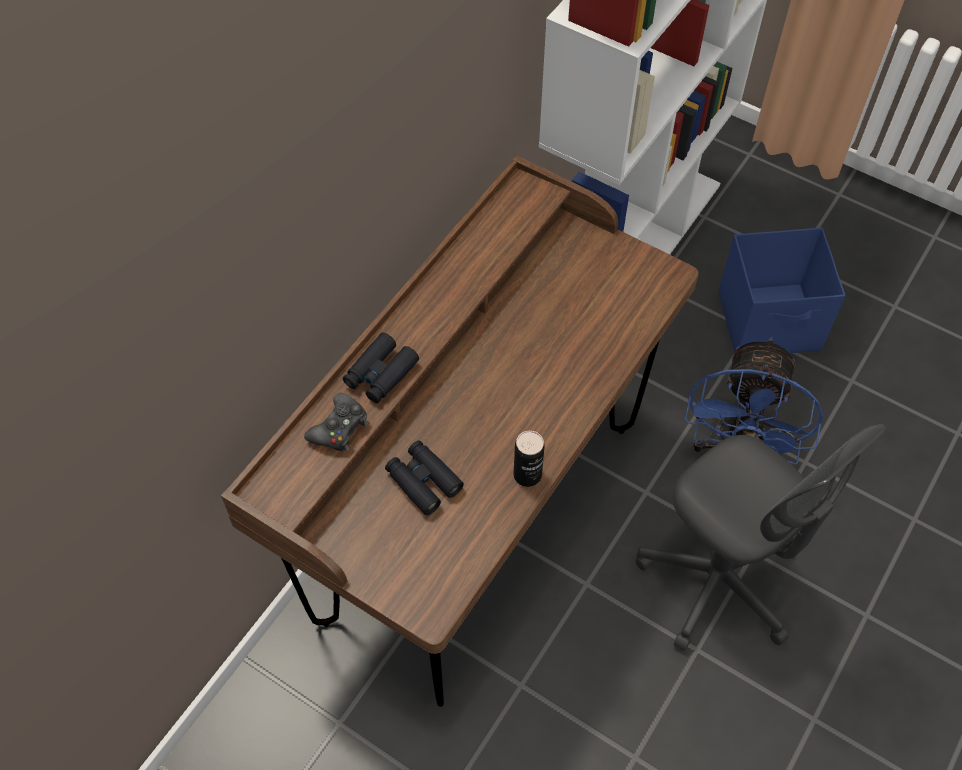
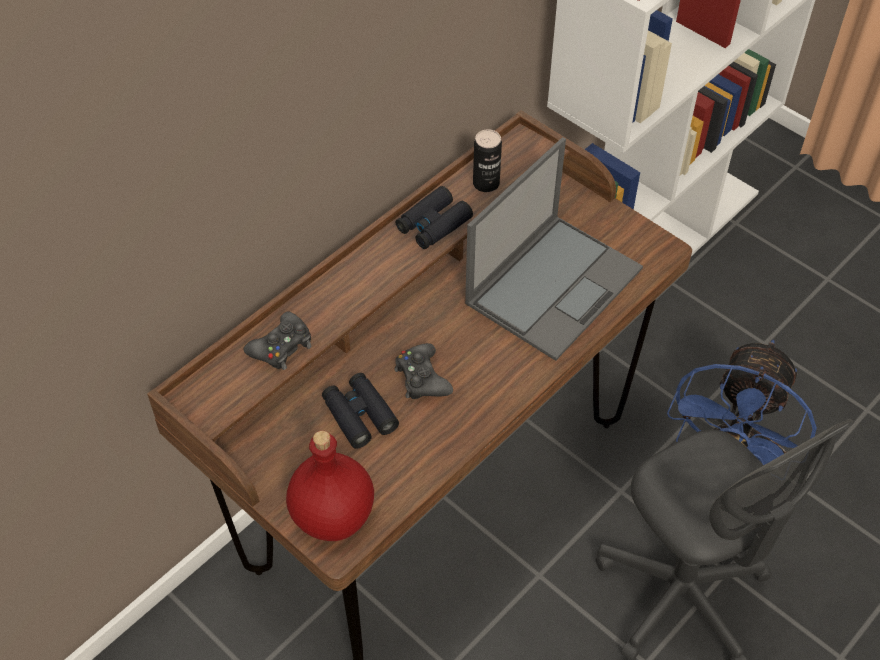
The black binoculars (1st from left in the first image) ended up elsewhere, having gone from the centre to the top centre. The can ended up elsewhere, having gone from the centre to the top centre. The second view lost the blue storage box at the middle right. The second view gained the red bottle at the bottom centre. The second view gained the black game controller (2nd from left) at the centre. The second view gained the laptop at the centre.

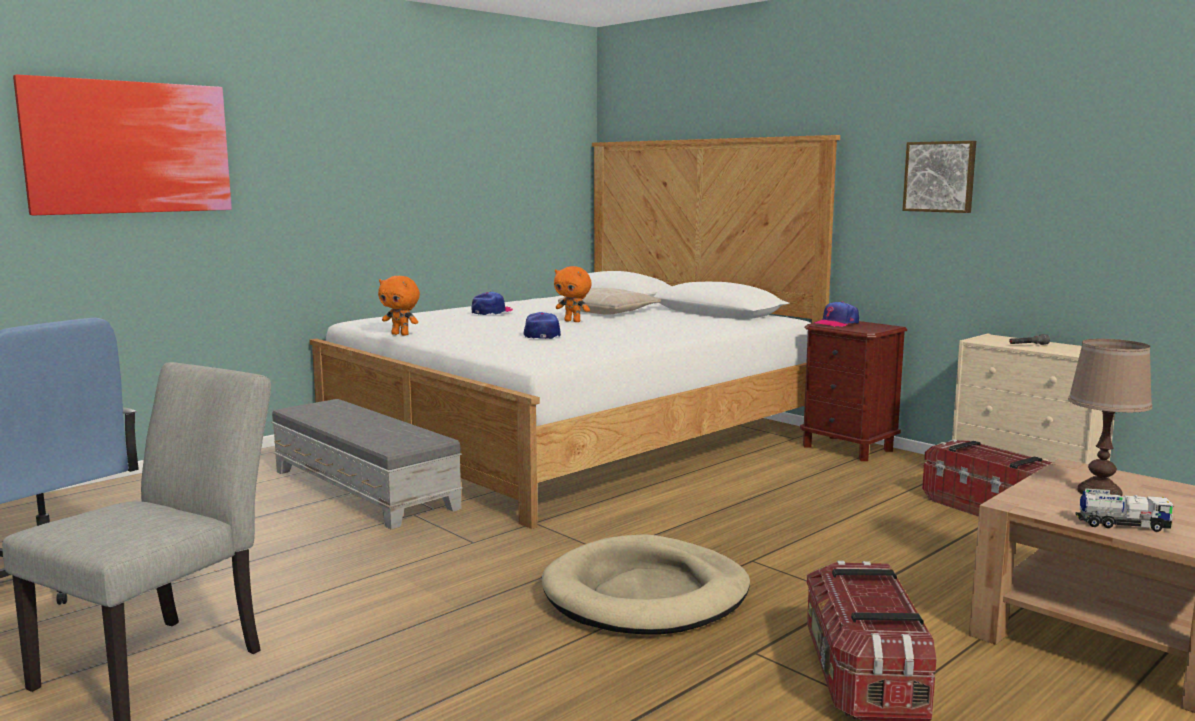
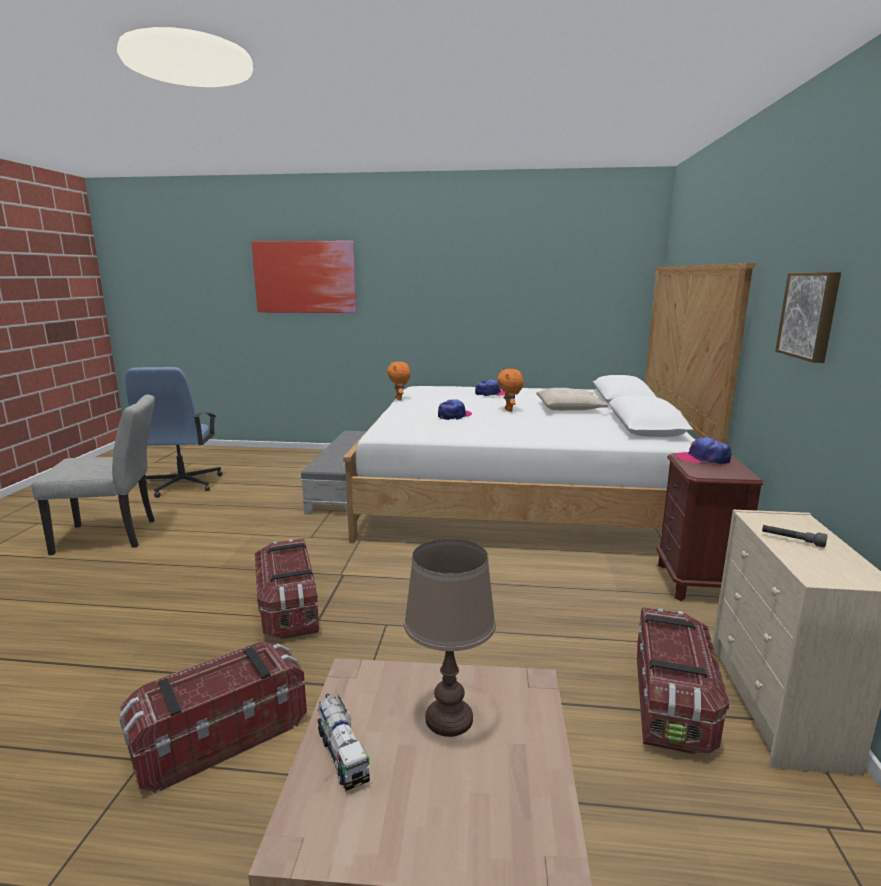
Where the beige dog bed stood at the bottom centre, the storage box (2nd from left) came to stand at the middle left.

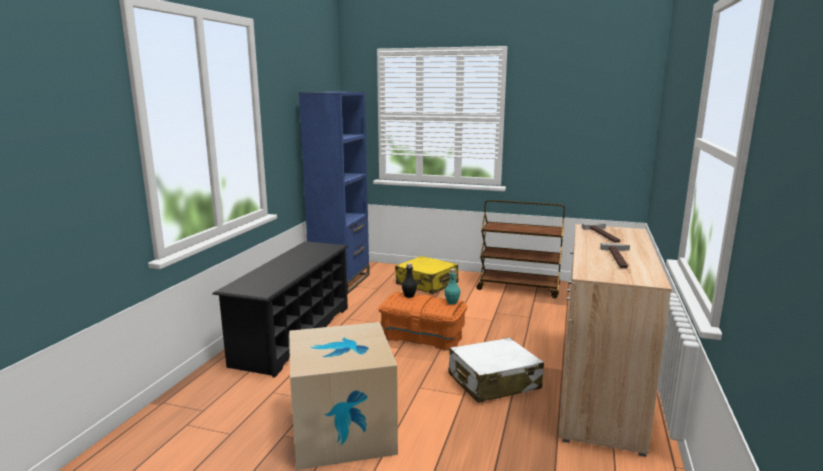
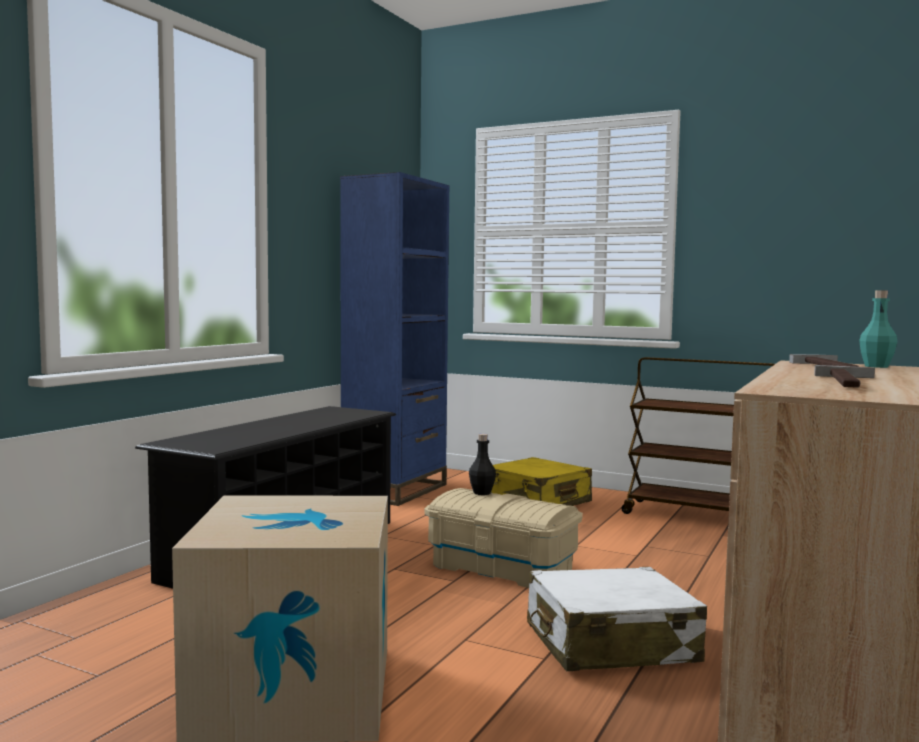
What was the orange storage box at the bottom centre turned into the beige storage box at the bottom centre. The turquoise bottle ended up elsewhere, having gone from the centre to the middle right.

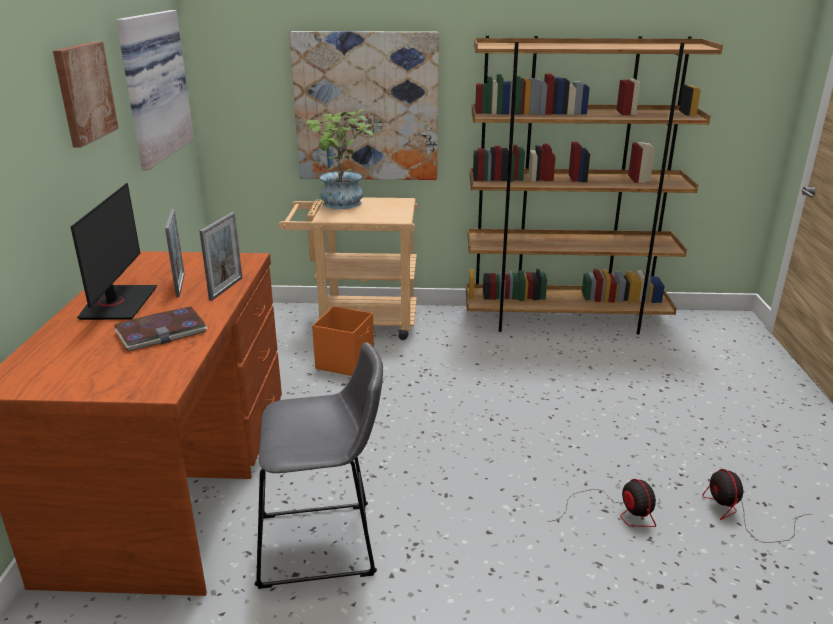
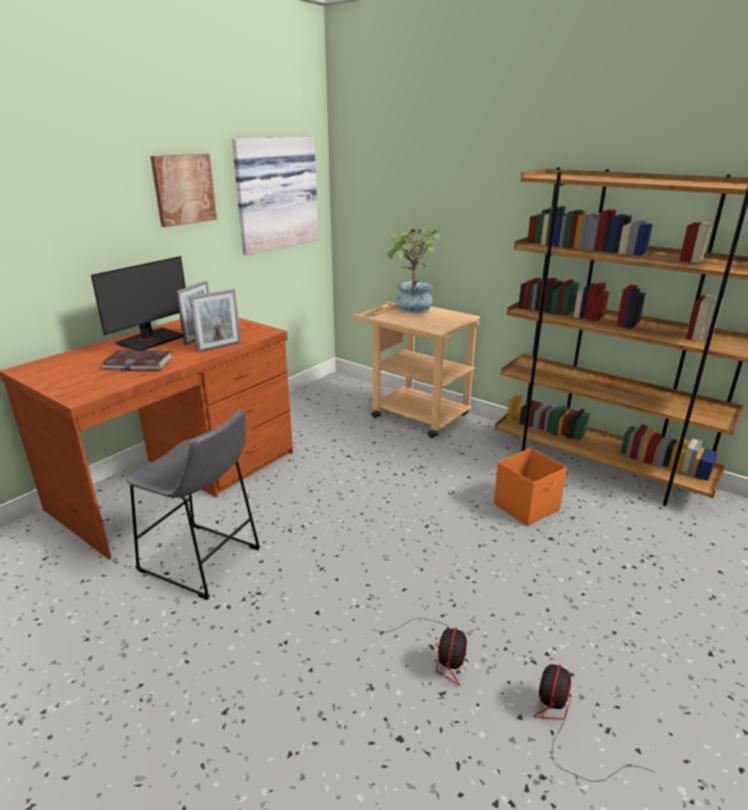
The second view lost the picture (3rd from left) at the top centre. The orange storage box ended up elsewhere, having gone from the centre to the middle right.

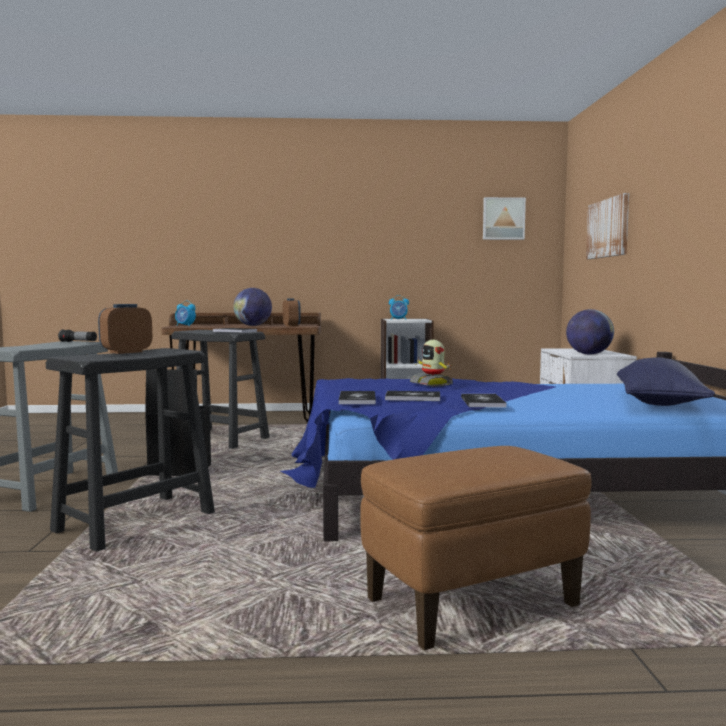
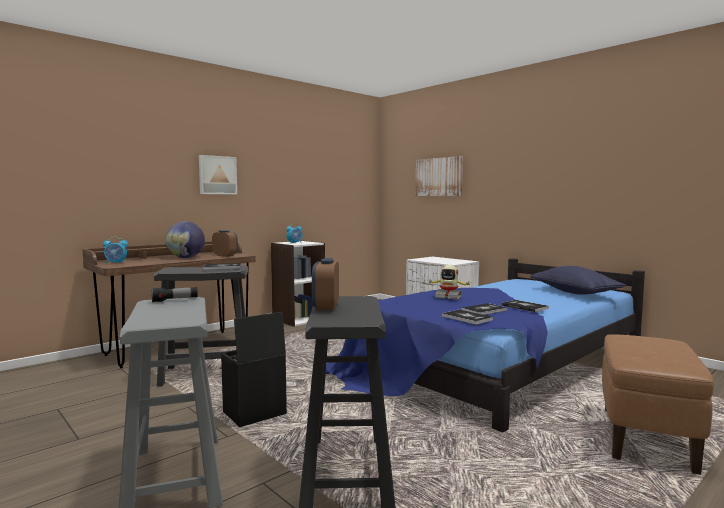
The picture (1st from left) ended up elsewhere, having gone from the top right to the middle left. The second view lost the globe (2nd from left) at the middle right.

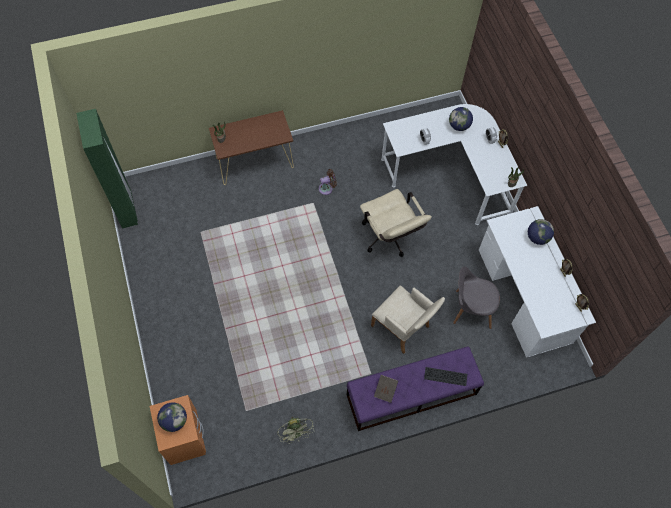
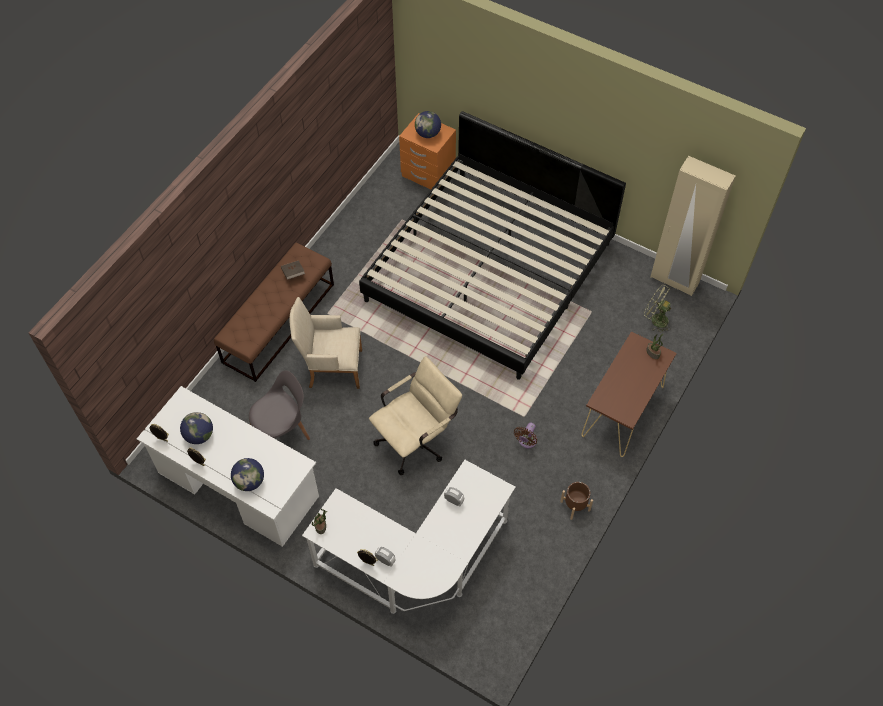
What was the green wardrobe at the top left turned into the beige wardrobe at the top right. The green fan ended up elsewhere, having gone from the bottom centre to the middle right. What was the purple bench at the bottom centre turned into the brown bench at the middle left. The beige office chair at the centre ended up facing another way, 120 degrees clockwise from before. The second view lost the keyboard at the bottom centre. The globe (2nd from left in the first image) ended up elsewhere, having gone from the top right to the middle left. The second view gained the bed at the centre. The second view gained the brown planter at the bottom centre.

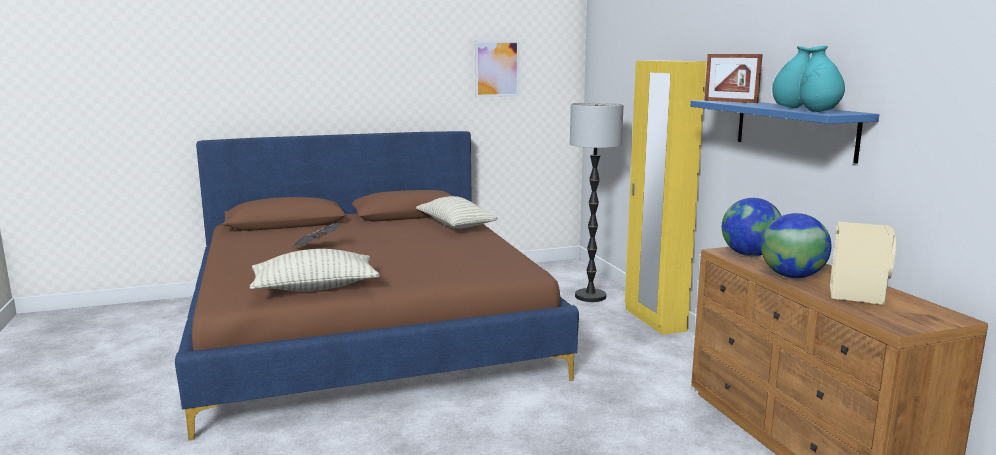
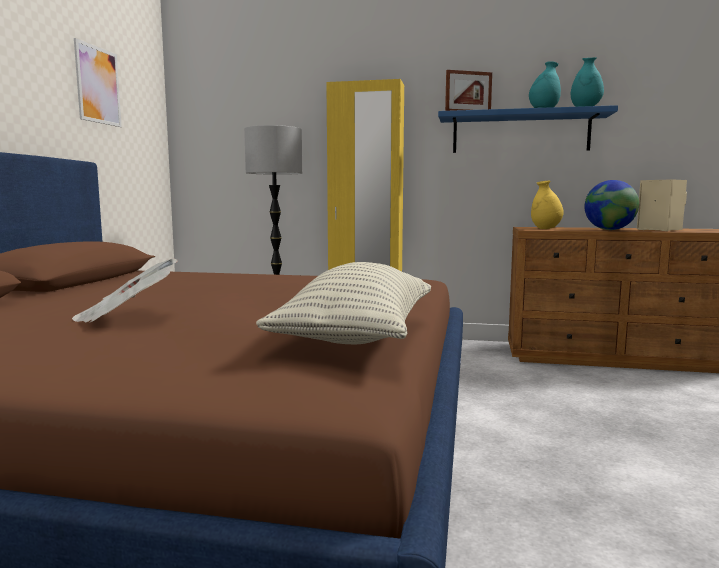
The second view lost the pillow (2nd from left) at the centre. Where the globe (1st from left) stood at the middle right, the yellow vase came to stand at the middle right.

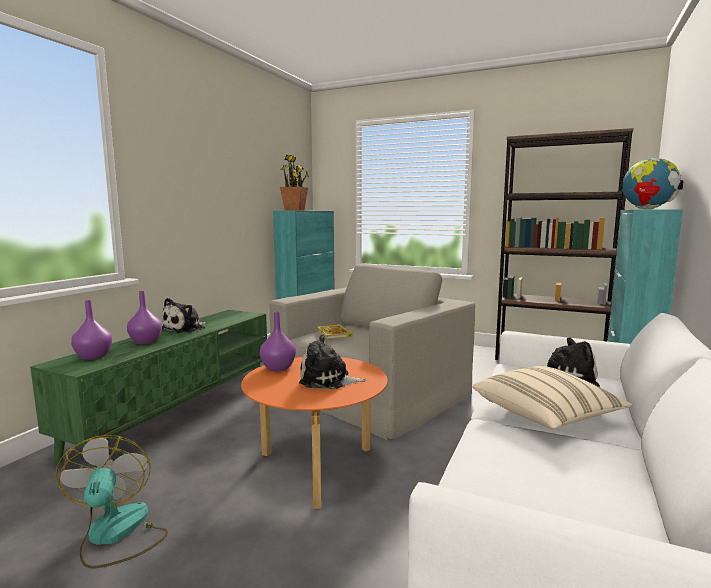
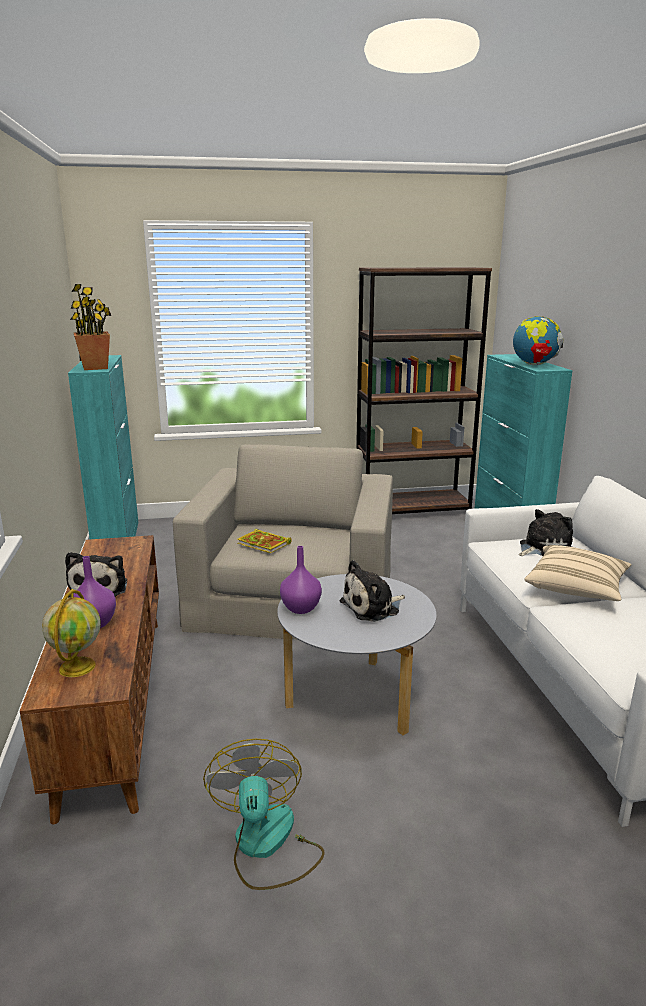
What was the green tv stand at the middle left turned into the brown tv stand at the bottom left. The fan at the bottom left ended up facing another way, 45 degrees clockwise from before. Where the purple vase (1st from left) stood at the middle left, the globe (1st from left) came to stand at the middle left. What was the orange coffee table at the bottom centre turned into the grey coffee table at the centre.

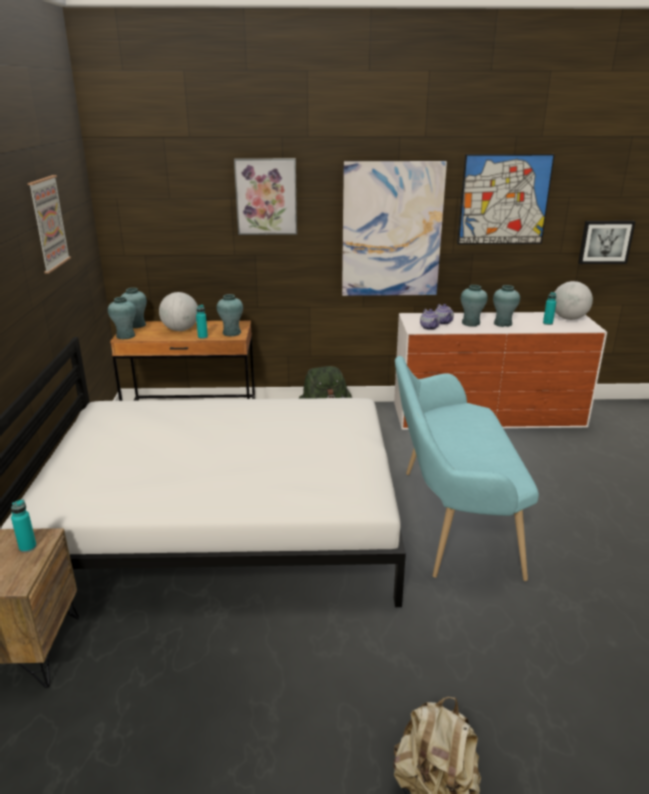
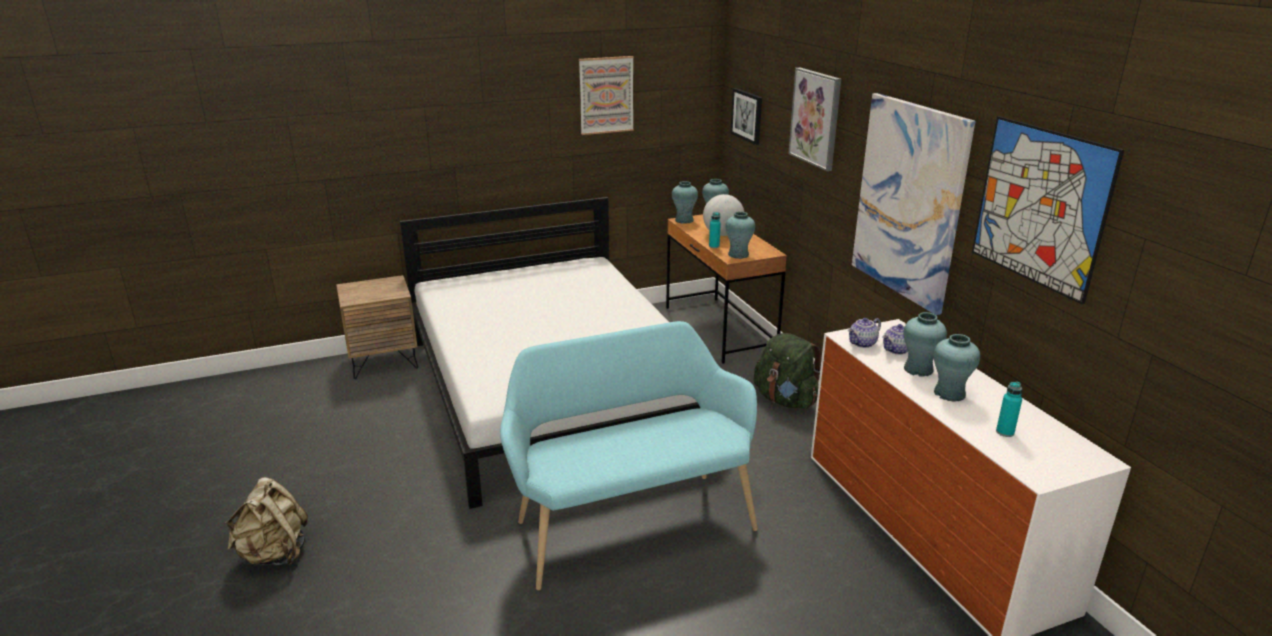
The second view lost the turquoise bottle (1st from left) at the middle left. The second view lost the globe (2nd from left) at the middle right. The picture (5th from left in the first image) ended up elsewhere, having gone from the top right to the top centre.

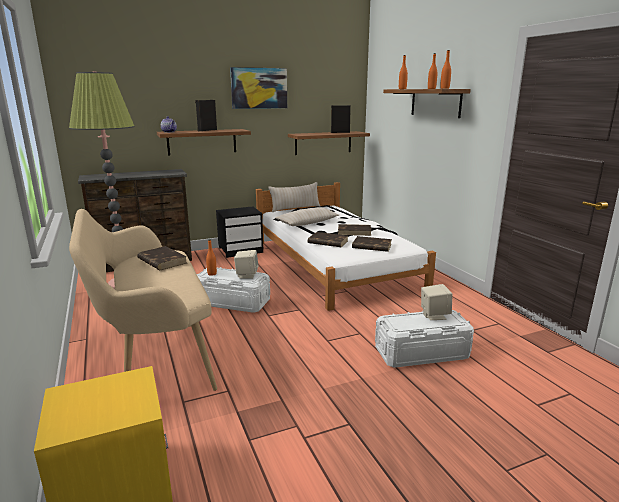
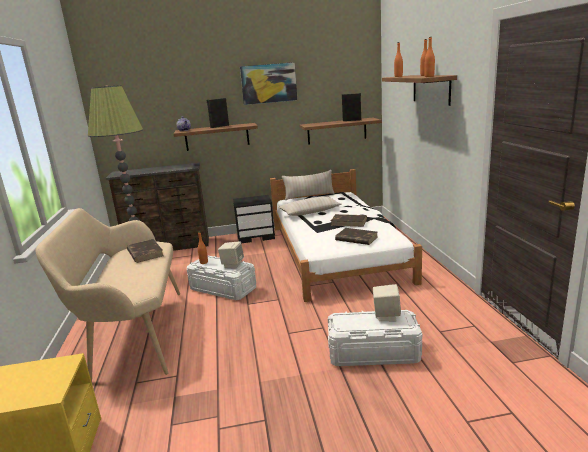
The second view lost the brown book (2nd from left) at the centre.

